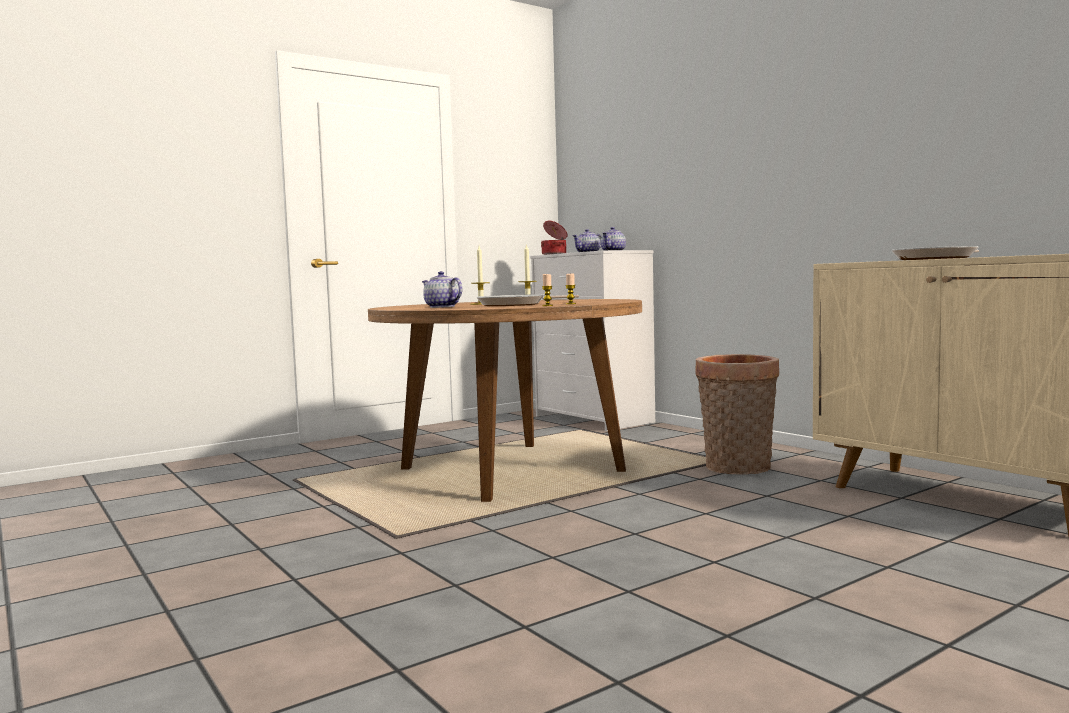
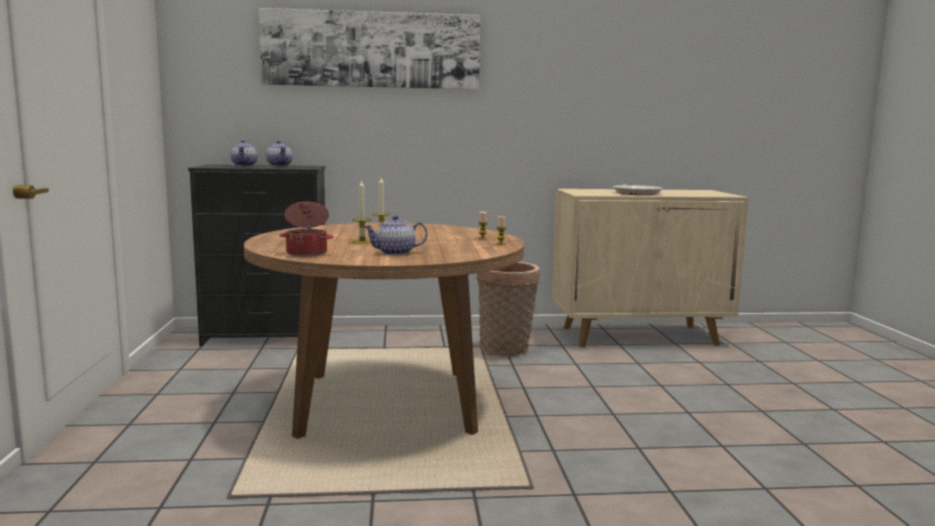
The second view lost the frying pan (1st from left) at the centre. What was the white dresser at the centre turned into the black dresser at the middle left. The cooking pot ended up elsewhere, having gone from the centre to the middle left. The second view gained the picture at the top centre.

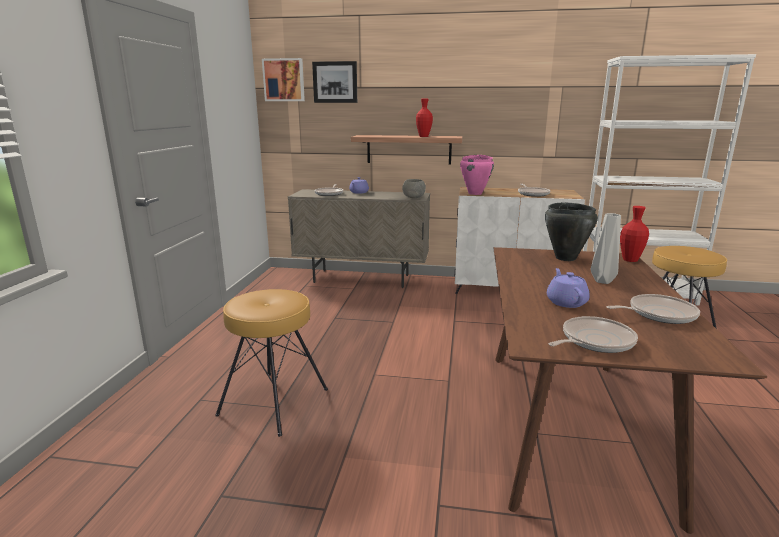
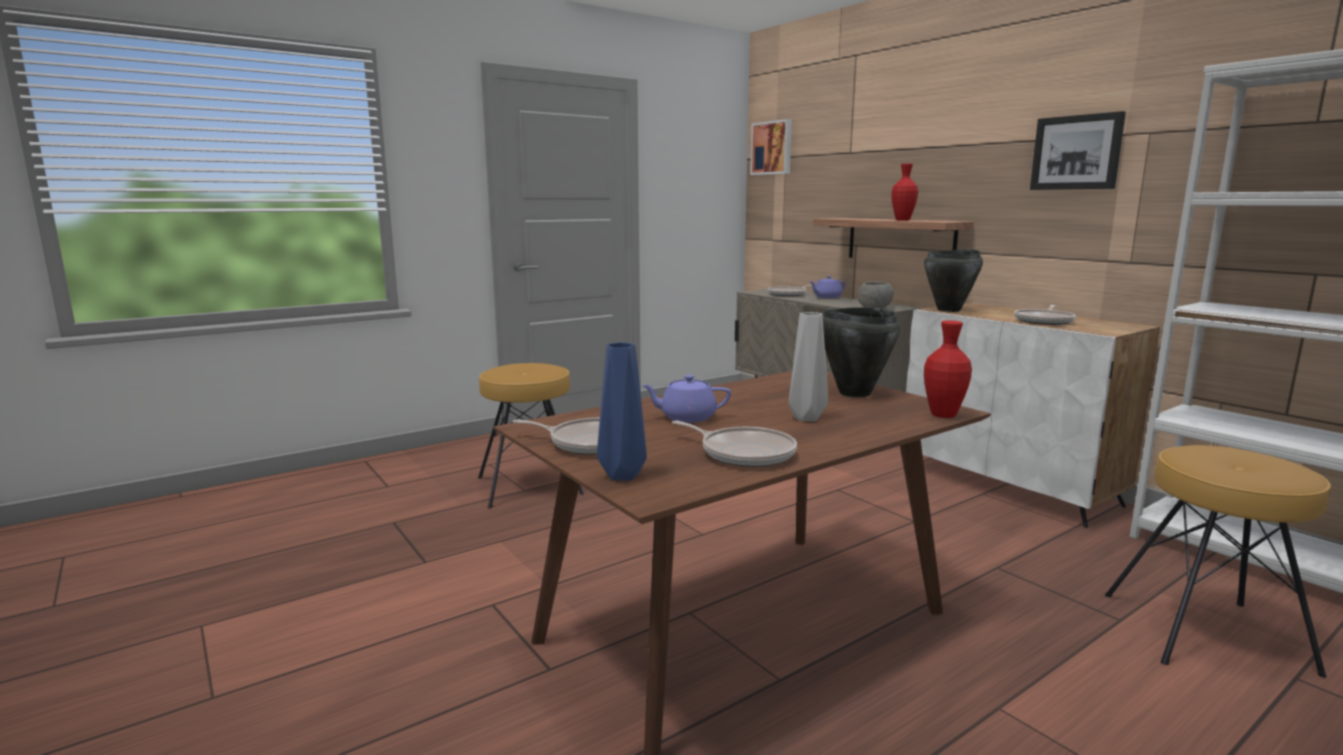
The picture (2nd from left) ended up elsewhere, having gone from the top centre to the top right. What was the pink cooking pot at the top centre turned into the black cooking pot (2nd from left) at the middle right. The purple teapot (2nd from left in the first image) at the middle right ended up facing another way, 135 degrees counterclockwise from before. The second view gained the blue vase at the centre.

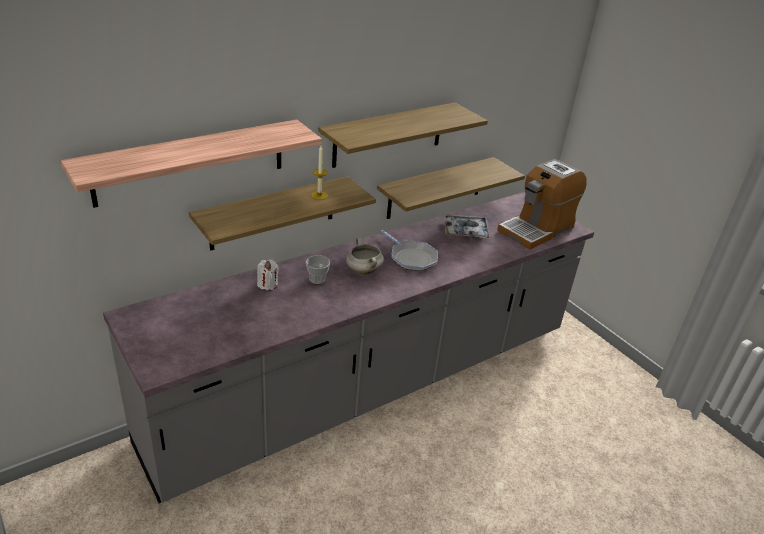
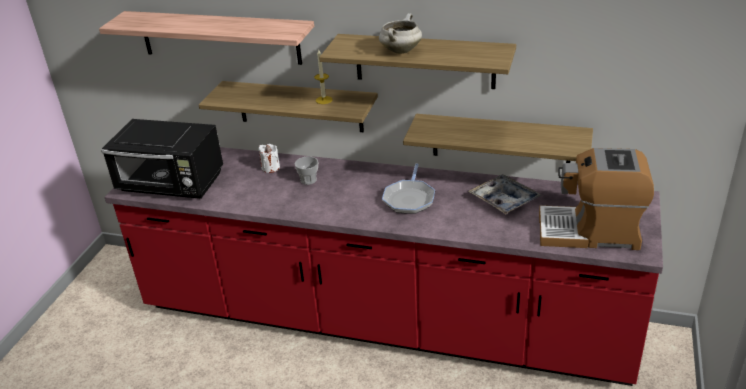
What was the grey counter at the centre turned into the red counter at the bottom centre. The white cooking pot ended up elsewhere, having gone from the centre to the top centre. The second view gained the black microwave at the middle left.

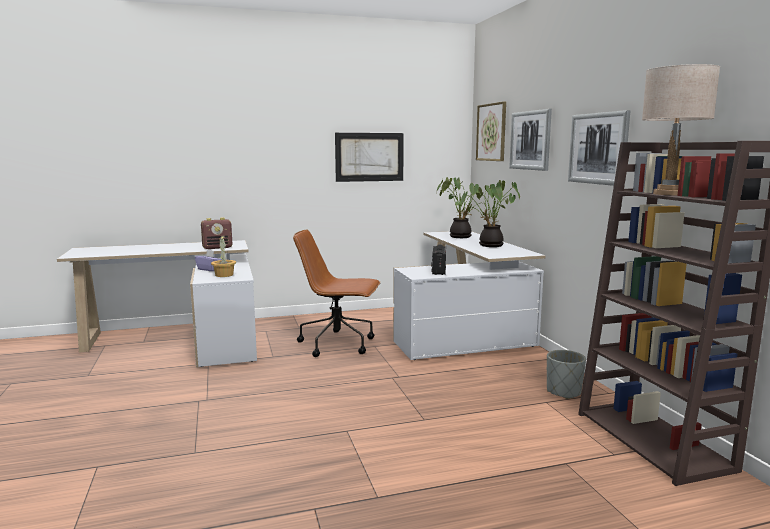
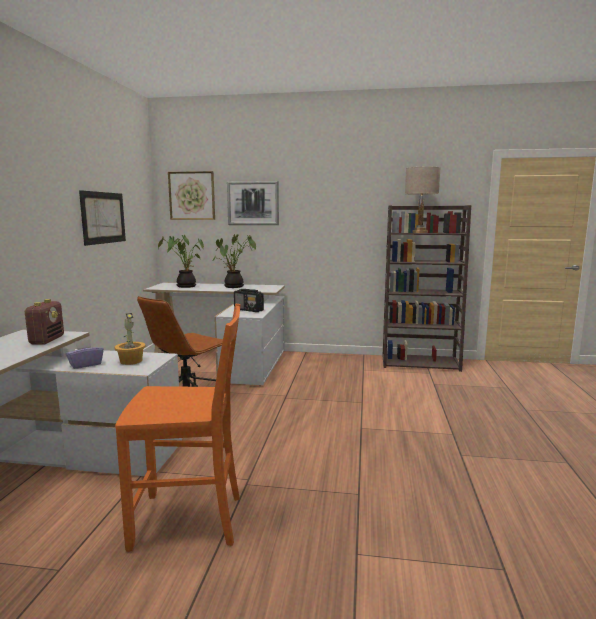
The second view lost the grey planter at the bottom right. The second view lost the picture (4th from left) at the top right. The second view gained the orange chair at the bottom left.

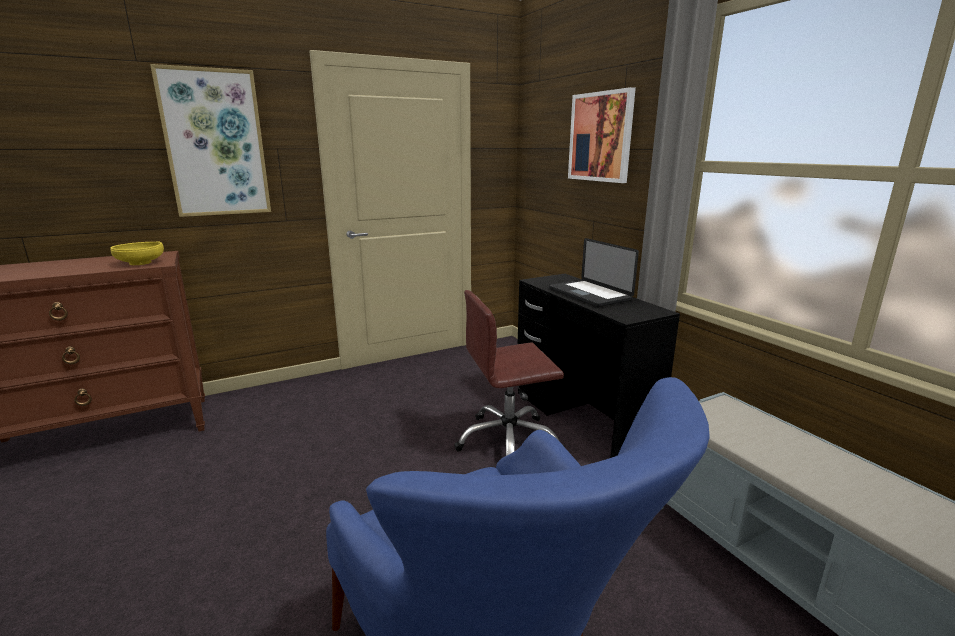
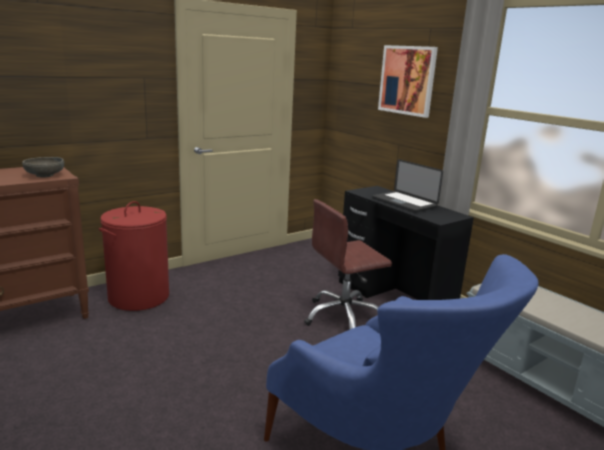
What was the yellow bowl at the middle left turned into the grey bowl at the middle left. The second view lost the picture (1st from left) at the top left. The second view gained the red laundry basket at the middle left.

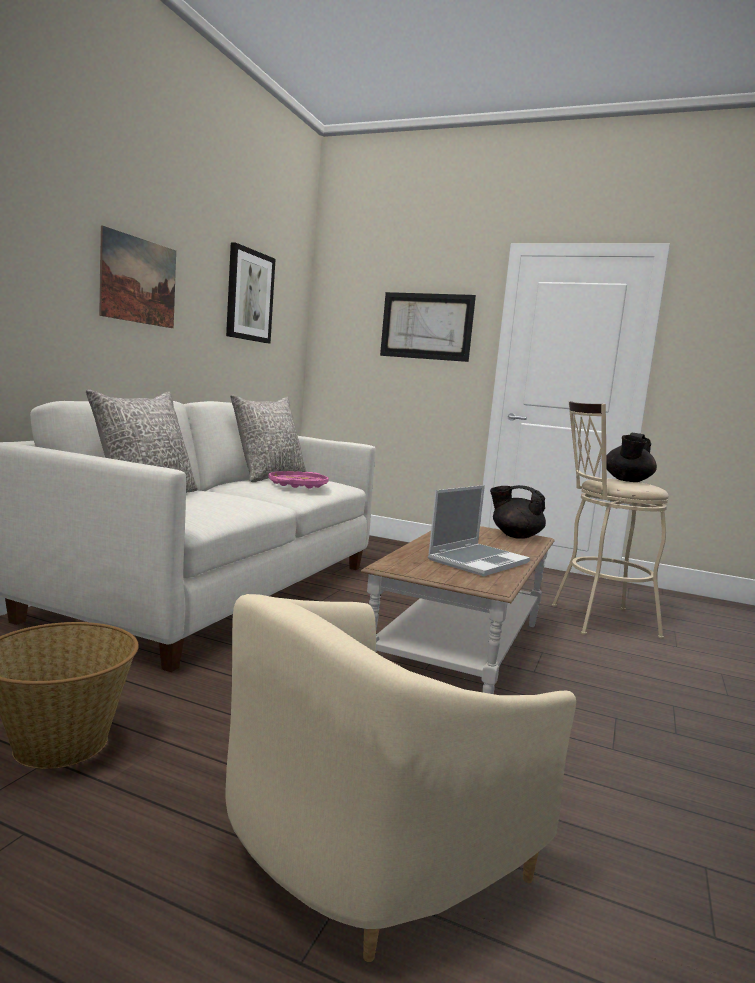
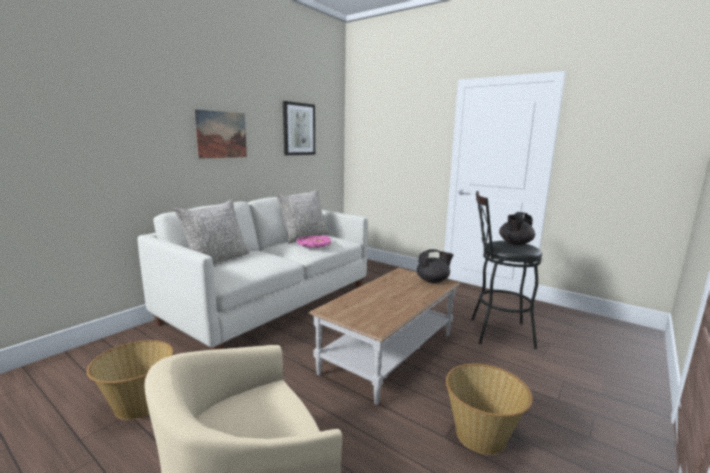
The second view lost the picture (3rd from left) at the top centre. The second view lost the laptop at the centre. The black teapot (1st from left) at the middle right ended up facing another way, 135 degrees clockwise from before. What was the beige stool at the middle right turned into the black stool at the middle right. The second view gained the basket (2nd from left) at the bottom right.

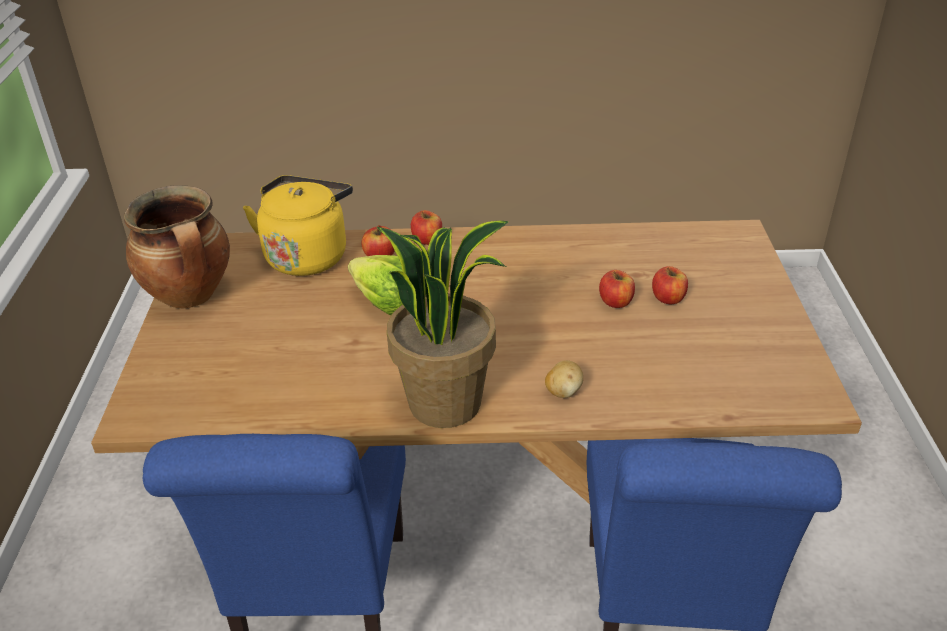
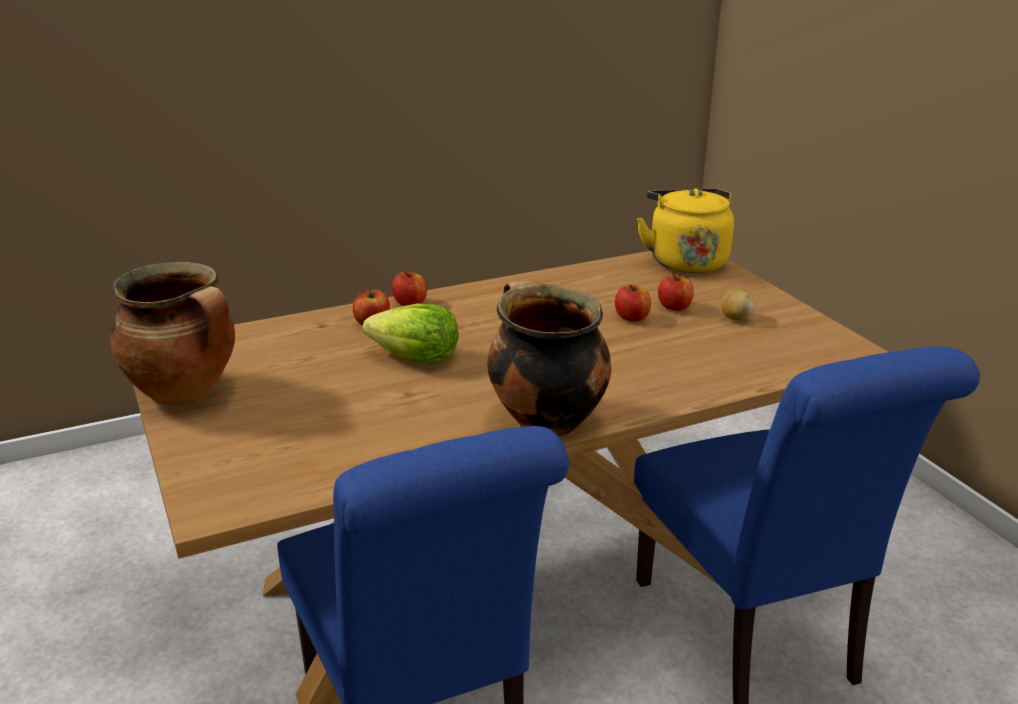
The yellow kettle ended up elsewhere, having gone from the middle left to the top right. Where the potted plant stood at the centre, the cooking pot (2nd from left) came to stand at the centre. The potato ended up elsewhere, having gone from the centre to the middle right.

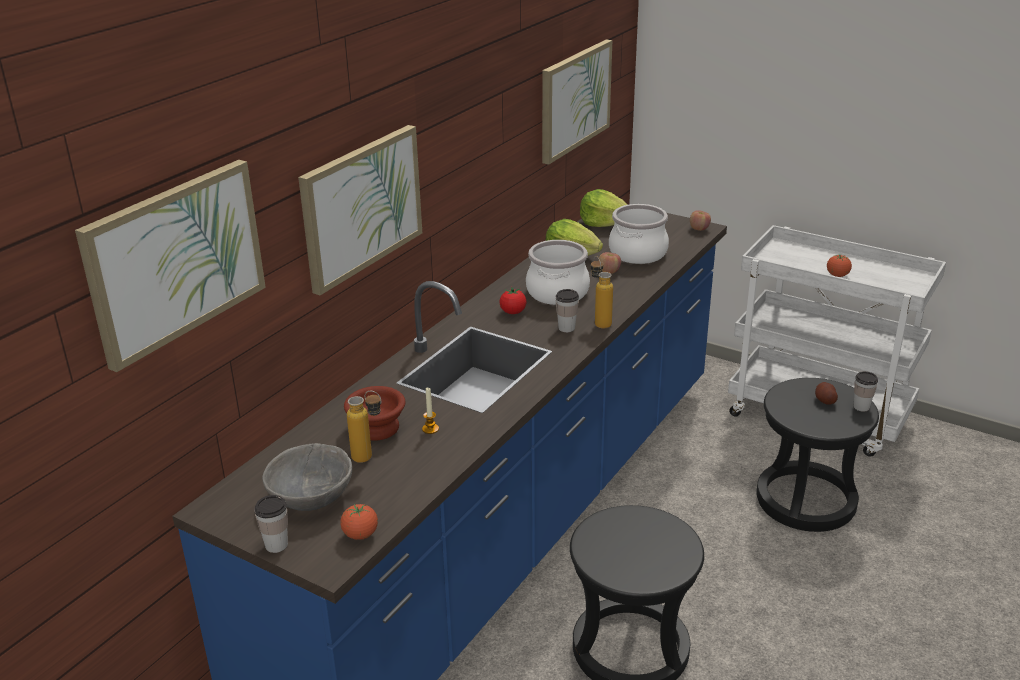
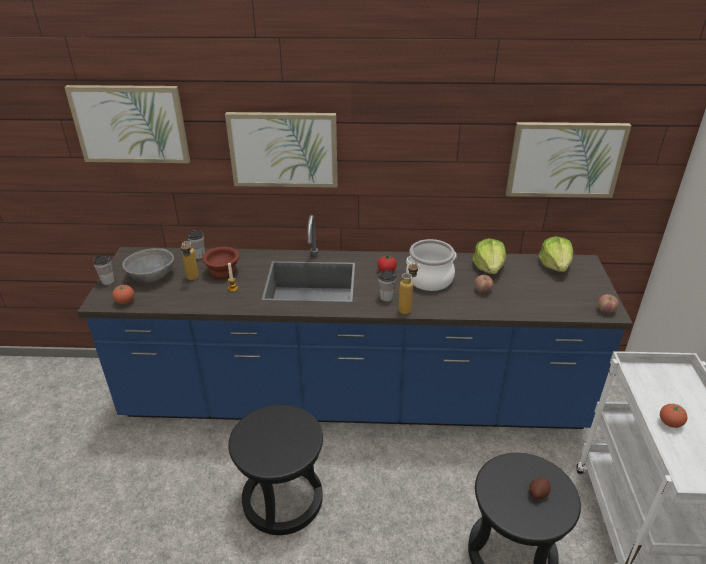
The second view lost the cooking pot (2nd from left) at the centre. The cup (3rd from left in the first image) ended up elsewhere, having gone from the middle right to the middle left.

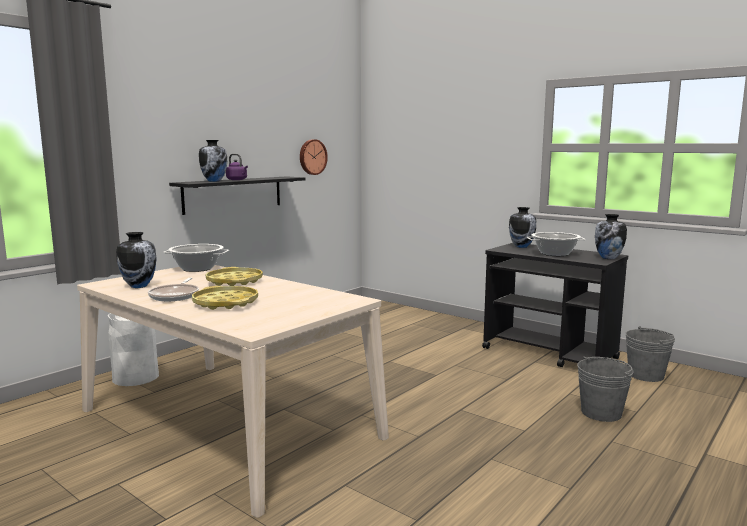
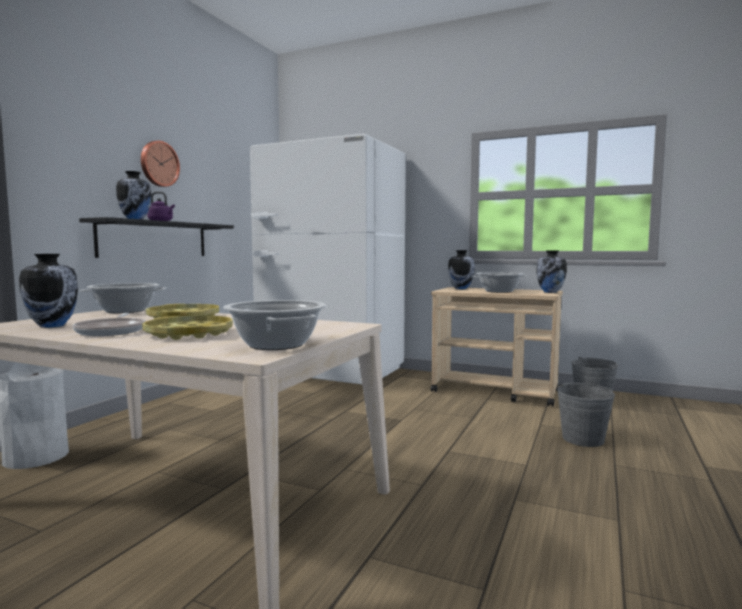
The wall clock ended up elsewhere, having gone from the top centre to the top left. What was the black cart at the middle right turned into the beige cart at the middle right. The second view gained the cooking pot (2nd from left) at the centre. The second view gained the white fridge at the centre.

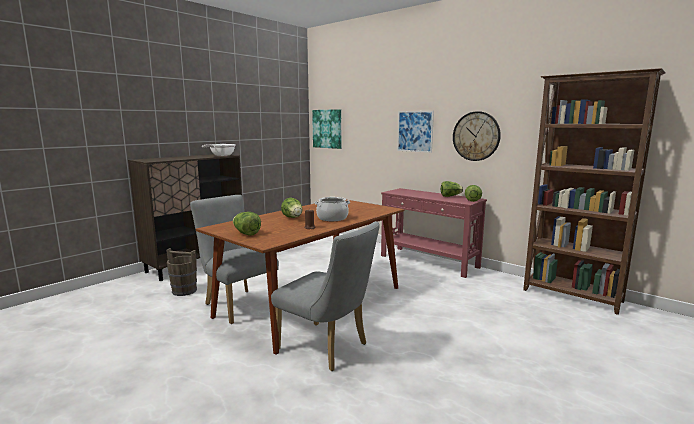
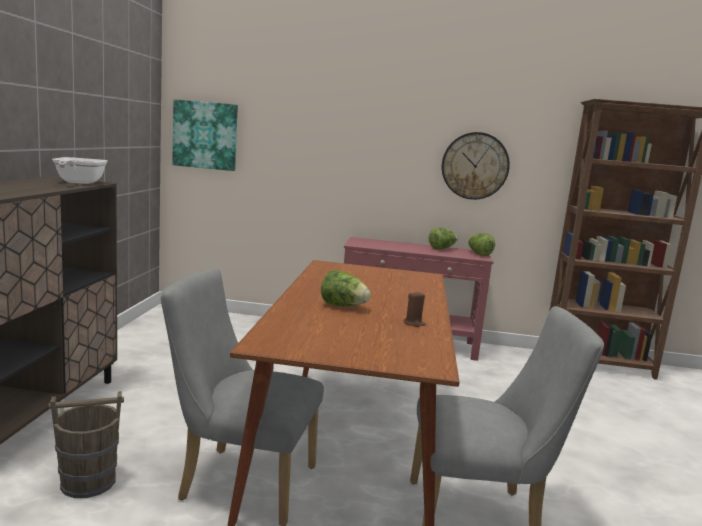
The second view lost the lettuce (1st from left) at the centre. The second view lost the cooking pot at the centre. The second view lost the picture (2nd from left) at the top centre.

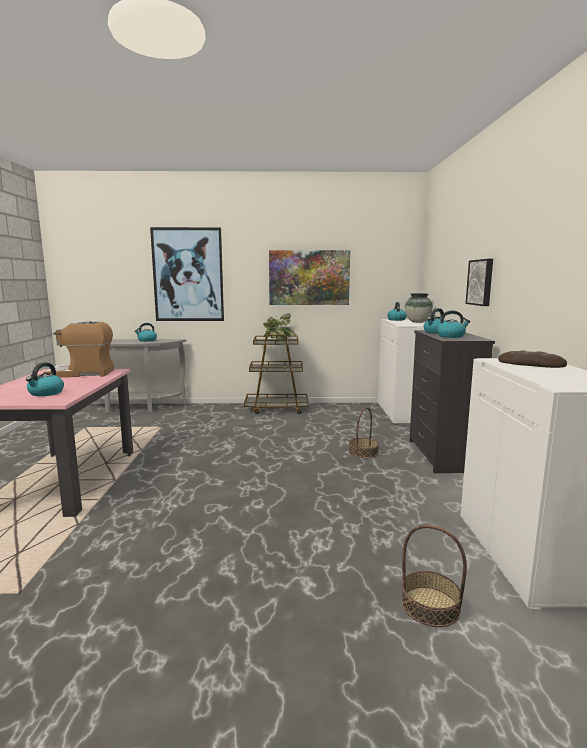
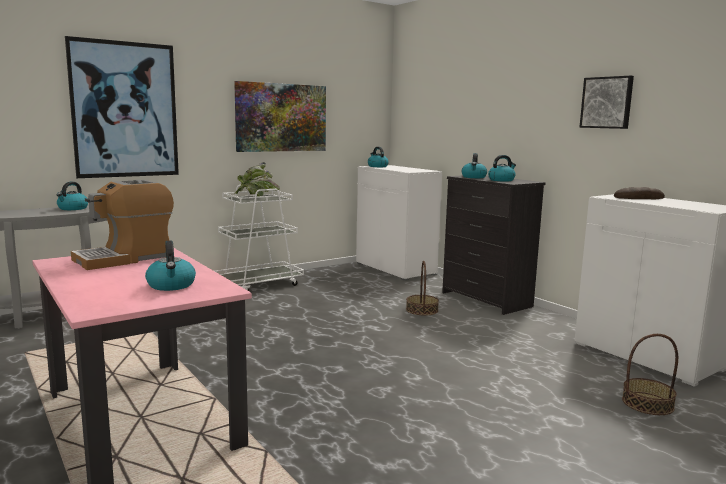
What was the brown cart at the centre turned into the white cart at the centre. The second view lost the vase at the middle right. The picture (3rd from left) ended up elsewhere, having gone from the middle right to the top right.

